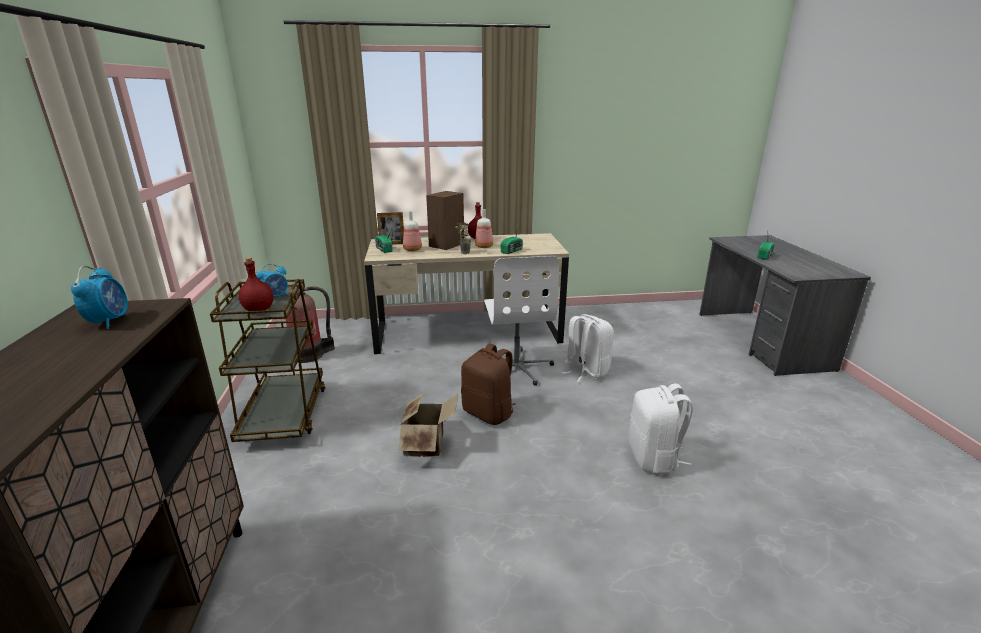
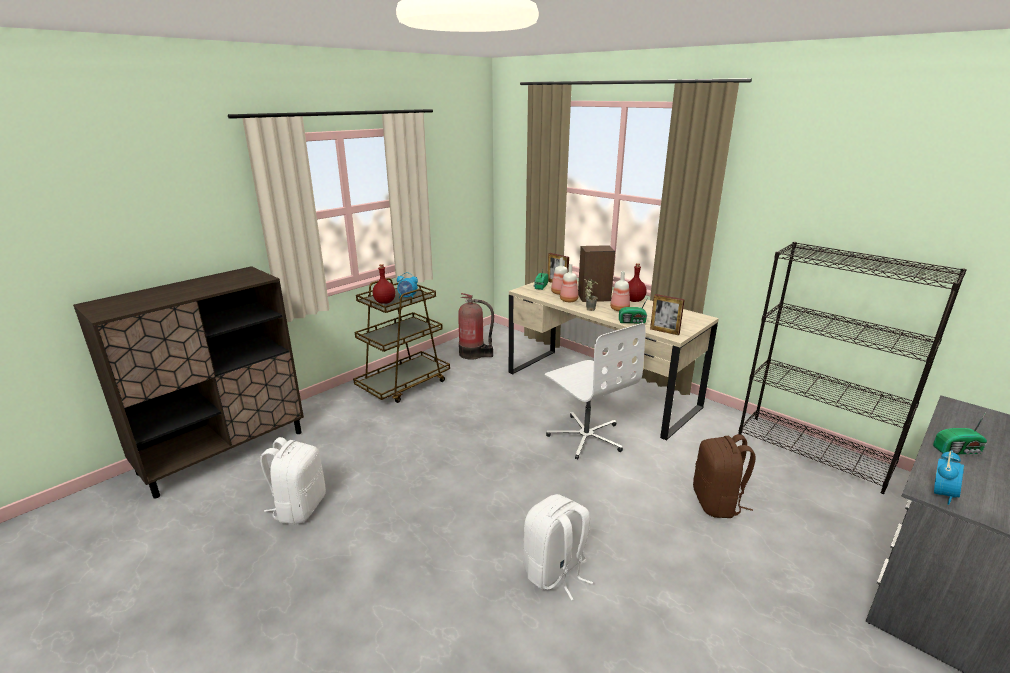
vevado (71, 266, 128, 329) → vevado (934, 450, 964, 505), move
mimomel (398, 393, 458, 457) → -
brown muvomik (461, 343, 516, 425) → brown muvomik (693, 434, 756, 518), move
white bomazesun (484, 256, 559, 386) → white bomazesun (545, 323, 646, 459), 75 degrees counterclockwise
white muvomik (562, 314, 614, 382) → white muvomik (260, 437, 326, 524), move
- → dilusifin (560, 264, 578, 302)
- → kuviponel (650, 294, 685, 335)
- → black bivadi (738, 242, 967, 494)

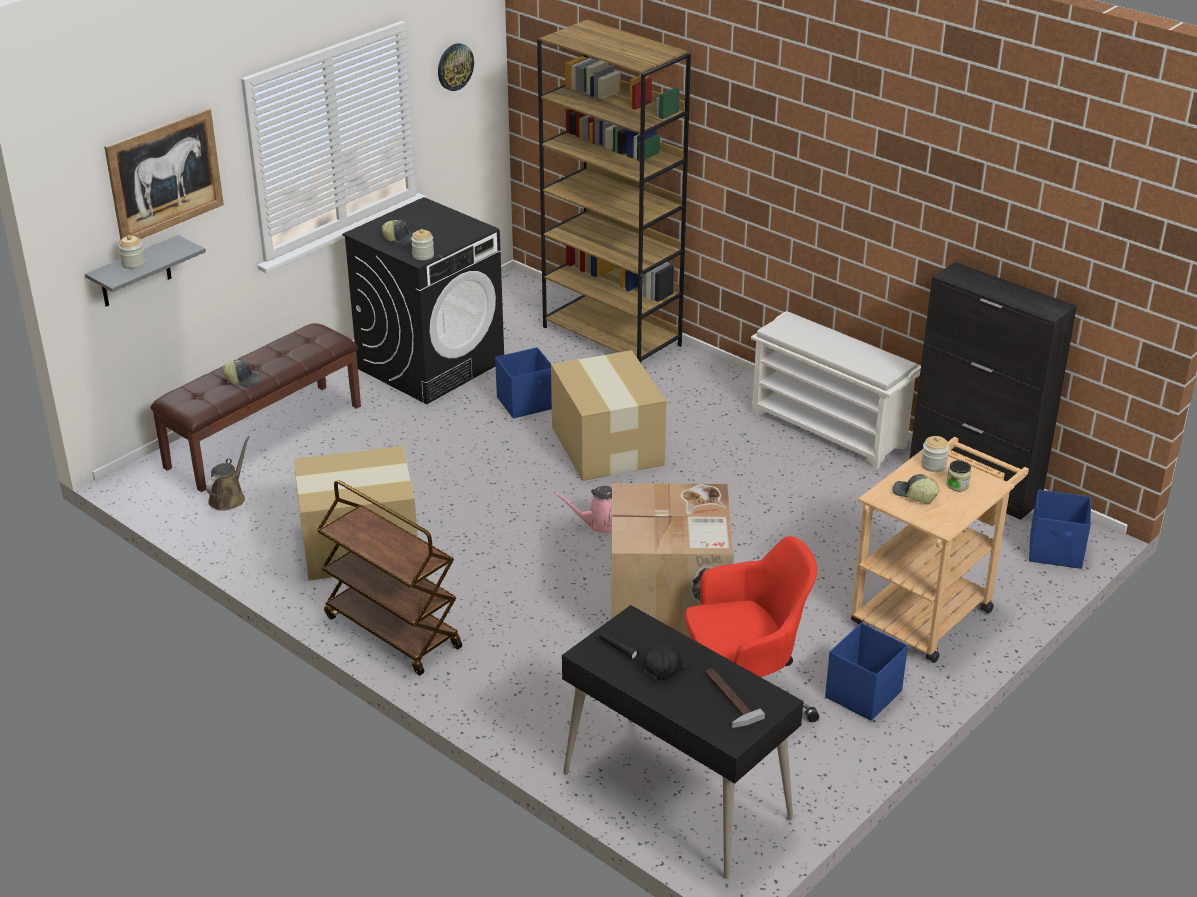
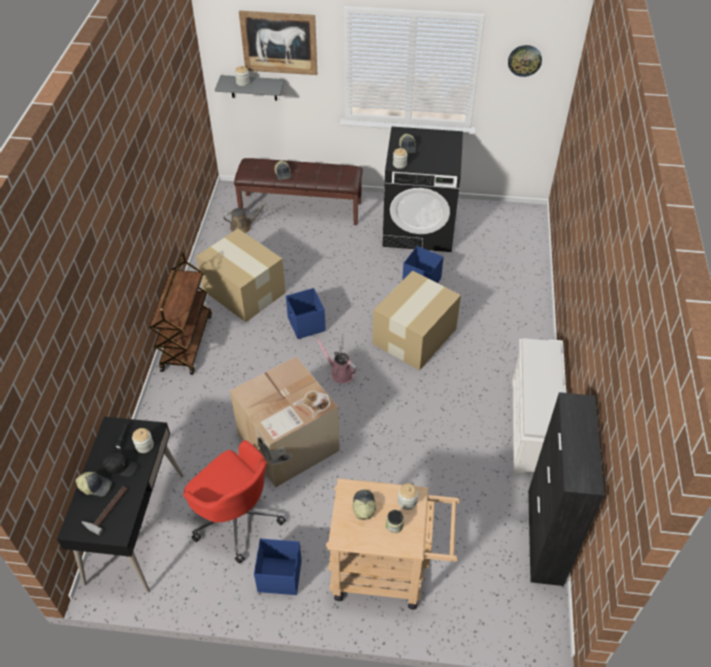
brown bivadi (537, 20, 691, 363) → -
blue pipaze (1029, 490, 1091, 569) → blue pipaze (286, 288, 326, 339), move
- → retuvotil (76, 472, 112, 497)
- → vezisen (132, 428, 154, 453)

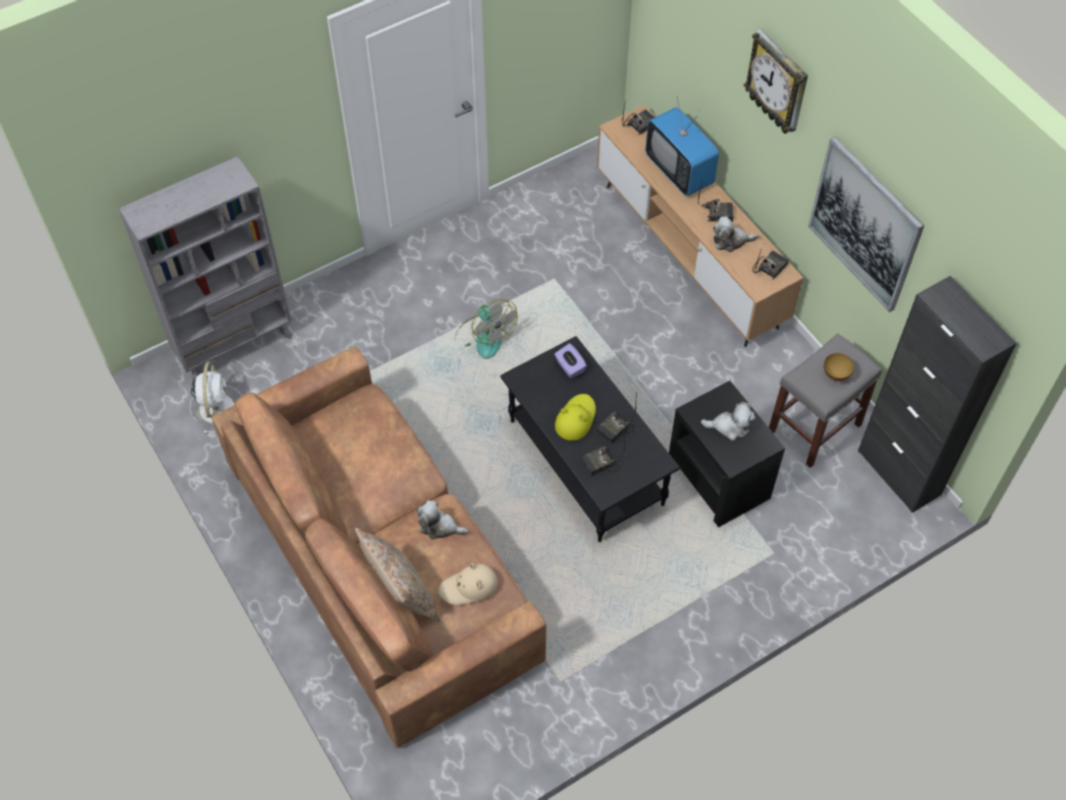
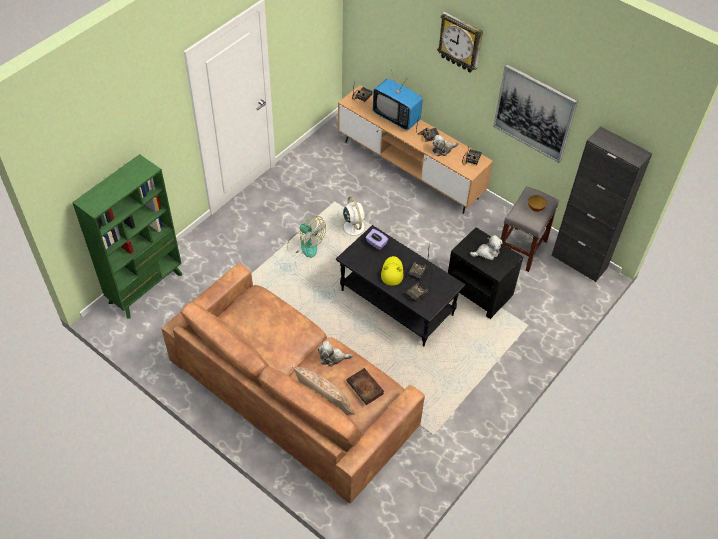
grey bivadi (118, 156, 293, 381) → green bivadi (72, 154, 182, 319)
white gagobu (190, 362, 242, 433) → white gagobu (338, 196, 370, 241), move
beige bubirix (439, 562, 498, 605) → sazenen (346, 368, 384, 405)

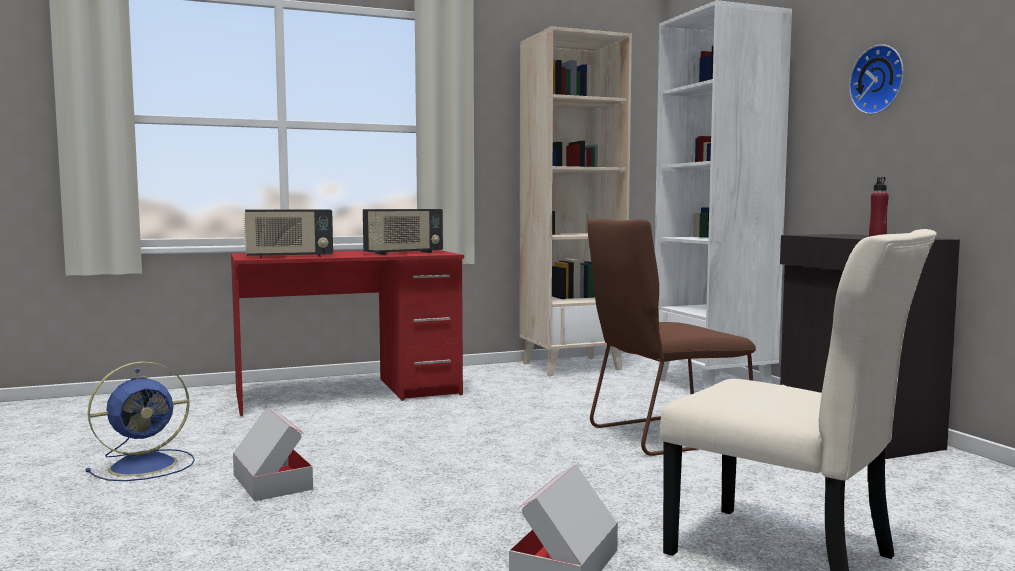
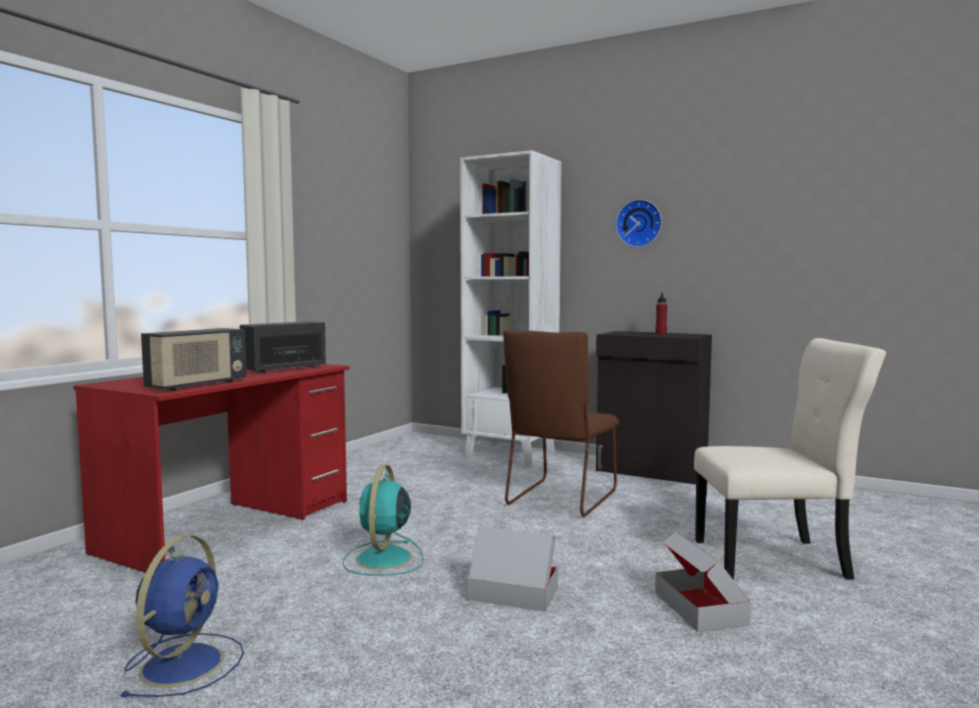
mimomel (233, 408, 313, 501) → mimomel (467, 527, 558, 612), move
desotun (363, 209, 443, 255) → desotun (240, 321, 326, 373), 150 degrees counterclockwise
beige bivadi (520, 26, 632, 376) → -
- → turquoise gagobu (343, 465, 424, 576)

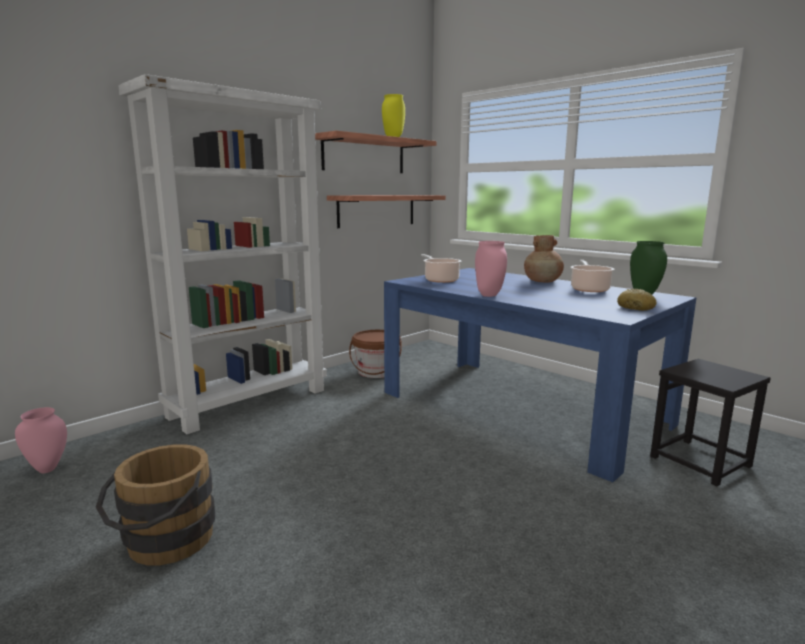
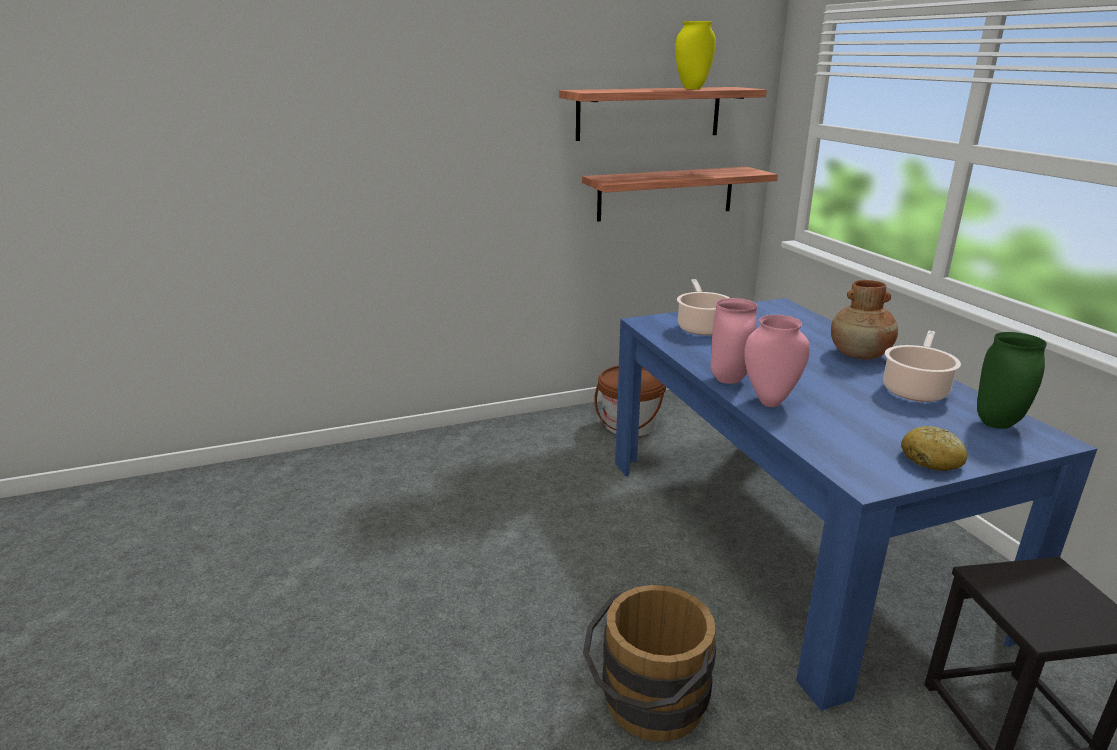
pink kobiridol (15, 407, 67, 473) → pink kobiridol (744, 315, 810, 407), move
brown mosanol (96, 444, 215, 566) → brown mosanol (583, 585, 716, 742), move
white bivadi (118, 74, 327, 434) → -

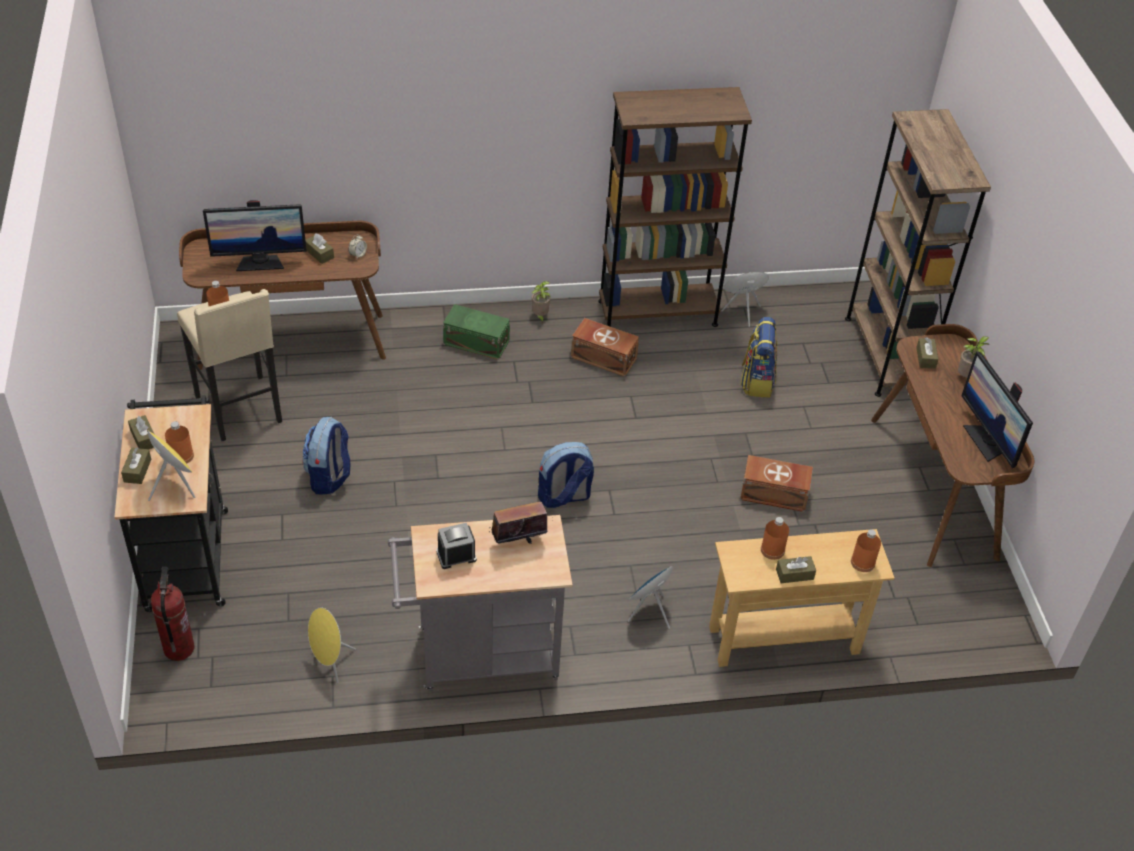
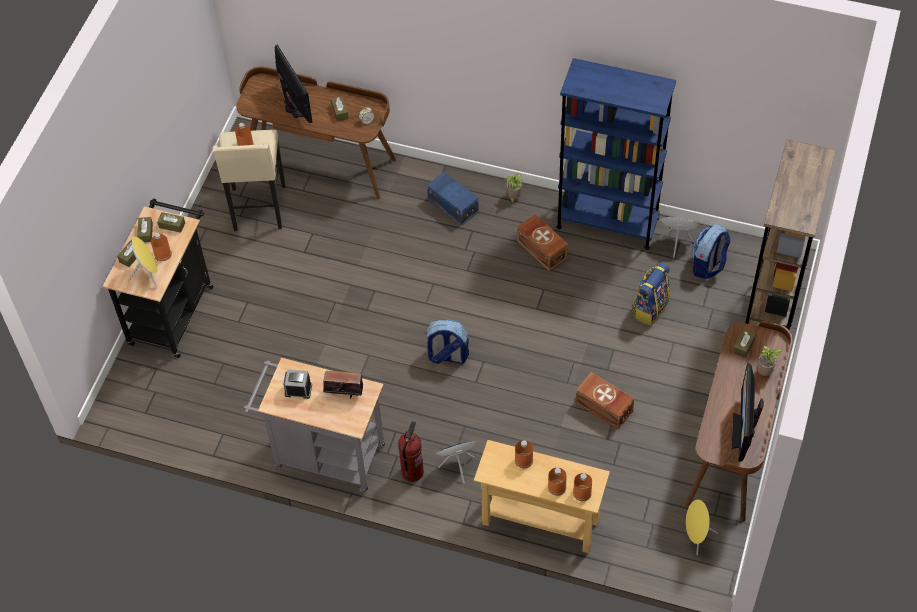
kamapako (151, 567, 195, 661) → kamapako (398, 421, 424, 482), move
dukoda (203, 200, 307, 271) → dukoda (275, 45, 313, 123), 135 degrees counterclockwise
muvomik (302, 417, 350, 494) → muvomik (692, 224, 731, 279), move
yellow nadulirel (308, 607, 356, 683) → yellow nadulirel (686, 500, 718, 555), move
green pipaze (443, 304, 510, 360) → blue pipaze (427, 172, 479, 226)
brown bivadi (598, 87, 752, 327) → blue bivadi (556, 58, 676, 250)
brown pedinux (776, 556, 816, 583) → brown pedinux (157, 212, 185, 233), move
- → orange dilusifin (548, 468, 567, 496)

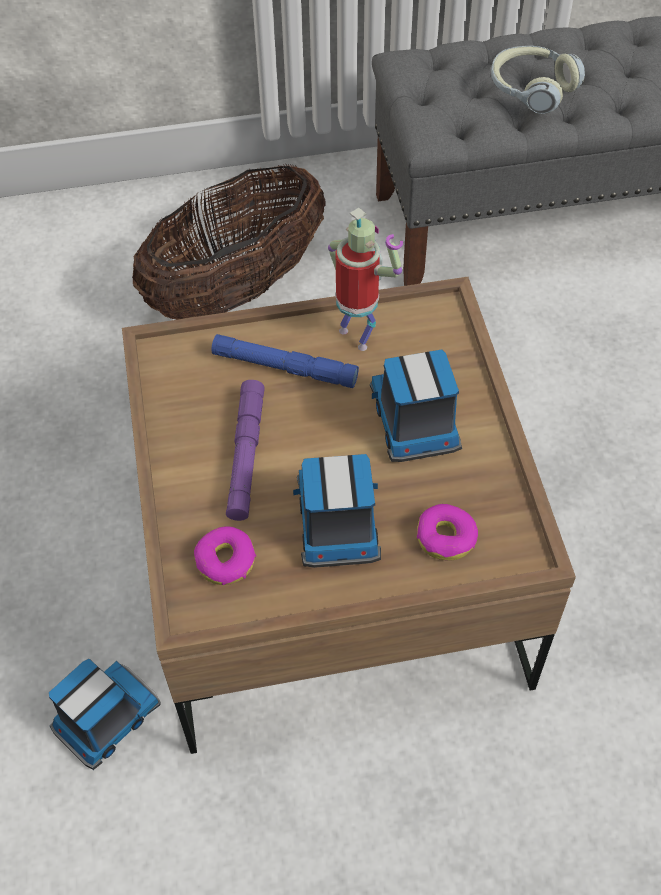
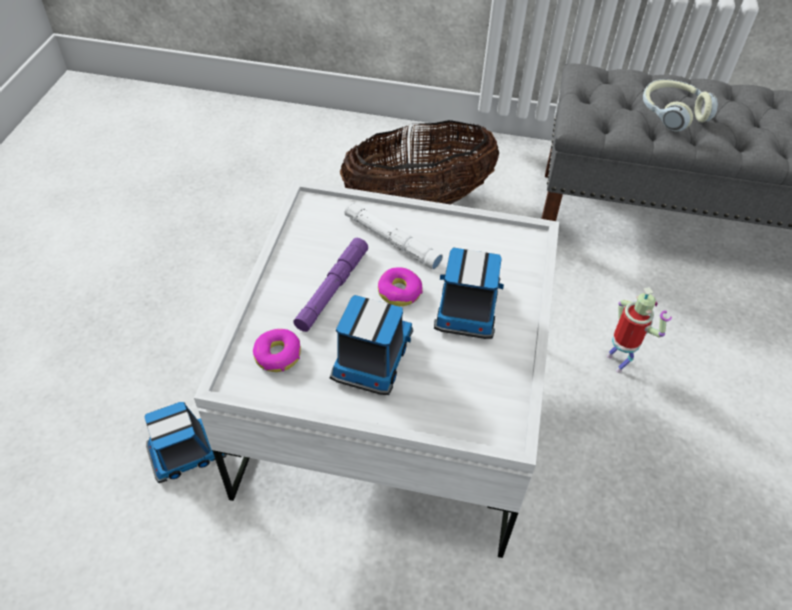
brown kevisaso (122, 277, 576, 754) → white kevisaso (194, 180, 559, 558)
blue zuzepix (211, 334, 359, 388) → white zuzepix (345, 202, 443, 270)
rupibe (328, 208, 403, 351) → rupibe (607, 287, 672, 373), move
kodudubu (417, 504, 478, 561) → kodudubu (378, 267, 423, 306), move

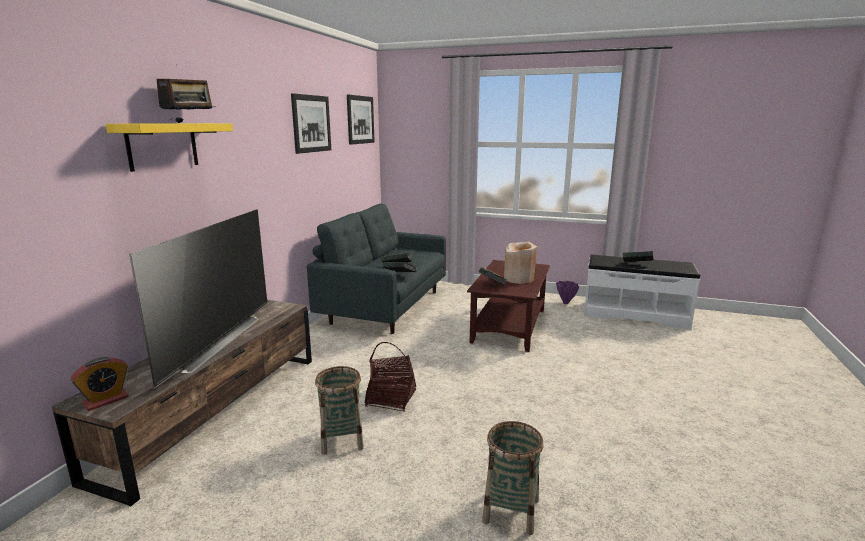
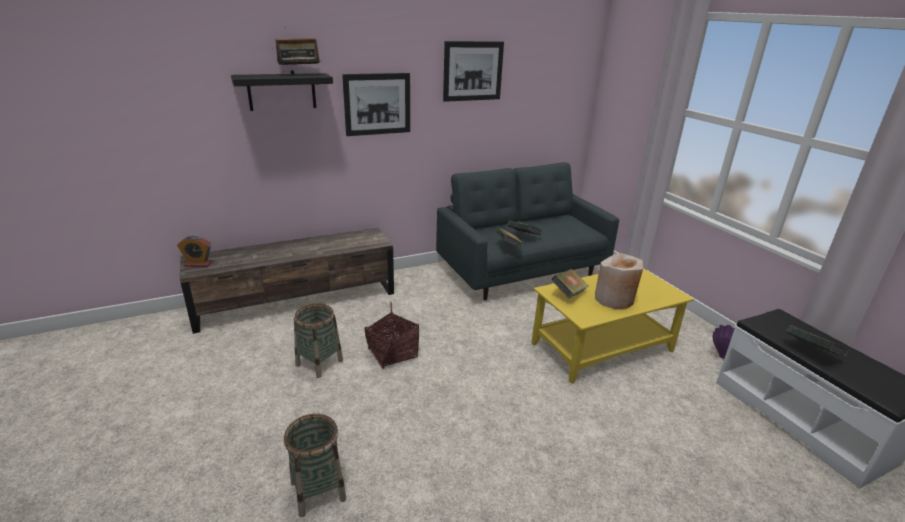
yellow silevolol (106, 123, 233, 172) → black silevolol (231, 73, 333, 111)
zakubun (129, 209, 267, 388) → -
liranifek (347, 95, 375, 145) → liranifek (342, 73, 410, 136), move
brown kevisaso (467, 260, 550, 352) → yellow kevisaso (531, 268, 694, 384)

